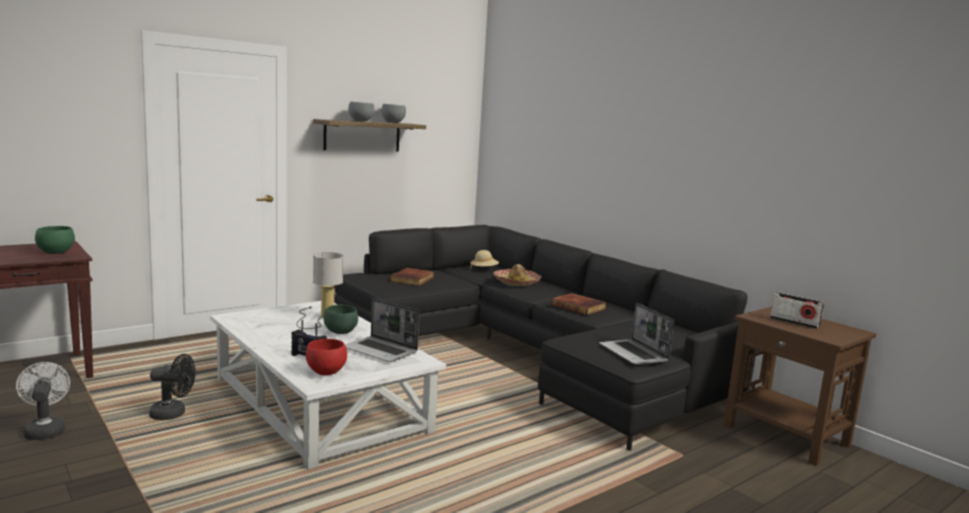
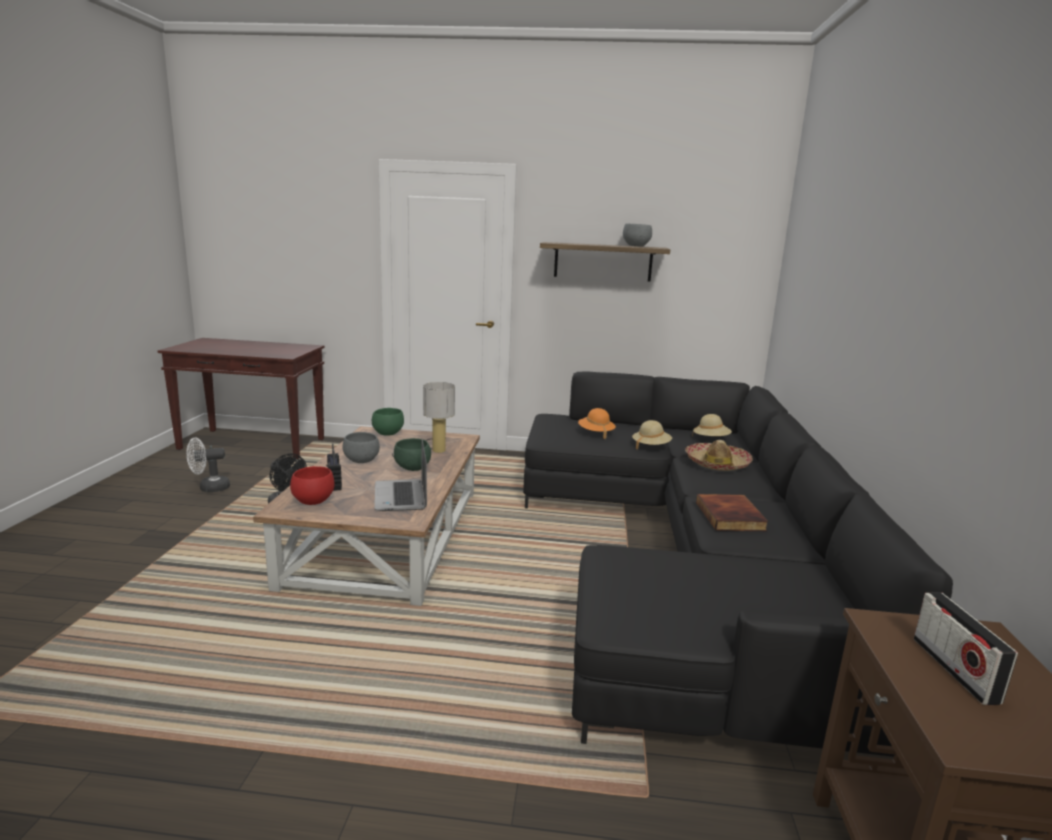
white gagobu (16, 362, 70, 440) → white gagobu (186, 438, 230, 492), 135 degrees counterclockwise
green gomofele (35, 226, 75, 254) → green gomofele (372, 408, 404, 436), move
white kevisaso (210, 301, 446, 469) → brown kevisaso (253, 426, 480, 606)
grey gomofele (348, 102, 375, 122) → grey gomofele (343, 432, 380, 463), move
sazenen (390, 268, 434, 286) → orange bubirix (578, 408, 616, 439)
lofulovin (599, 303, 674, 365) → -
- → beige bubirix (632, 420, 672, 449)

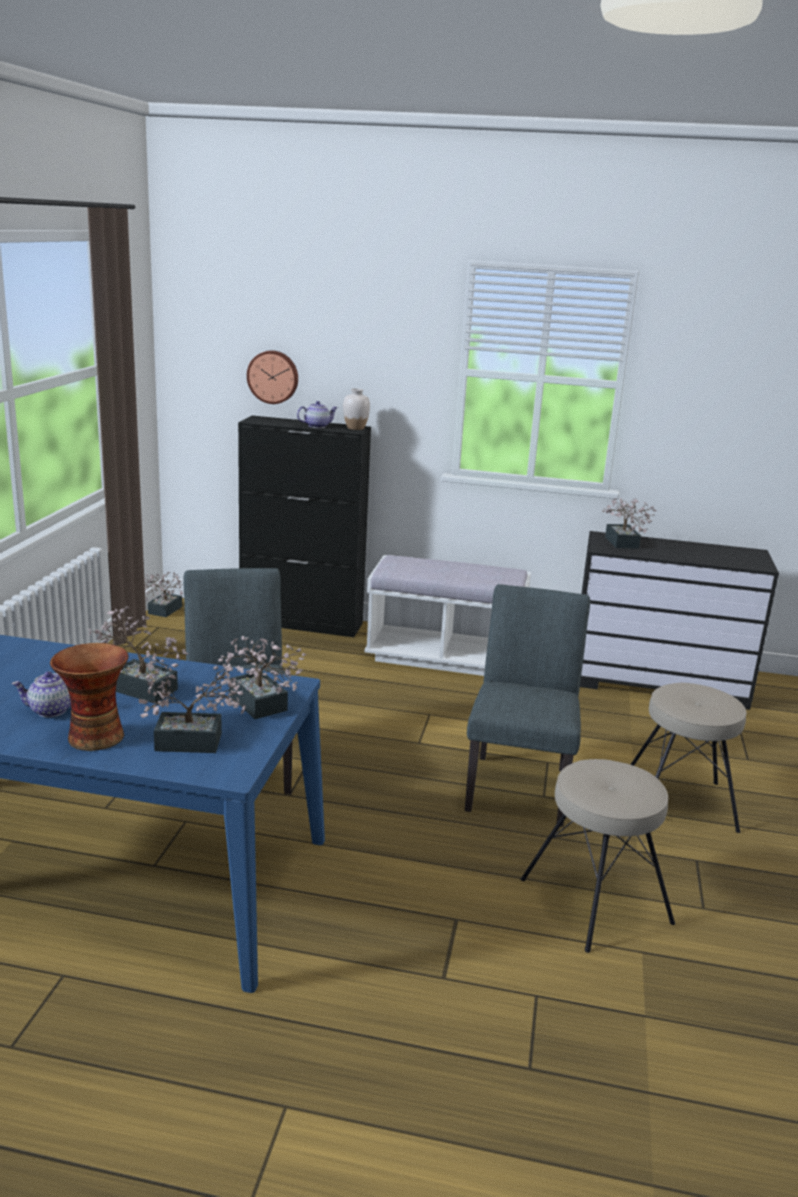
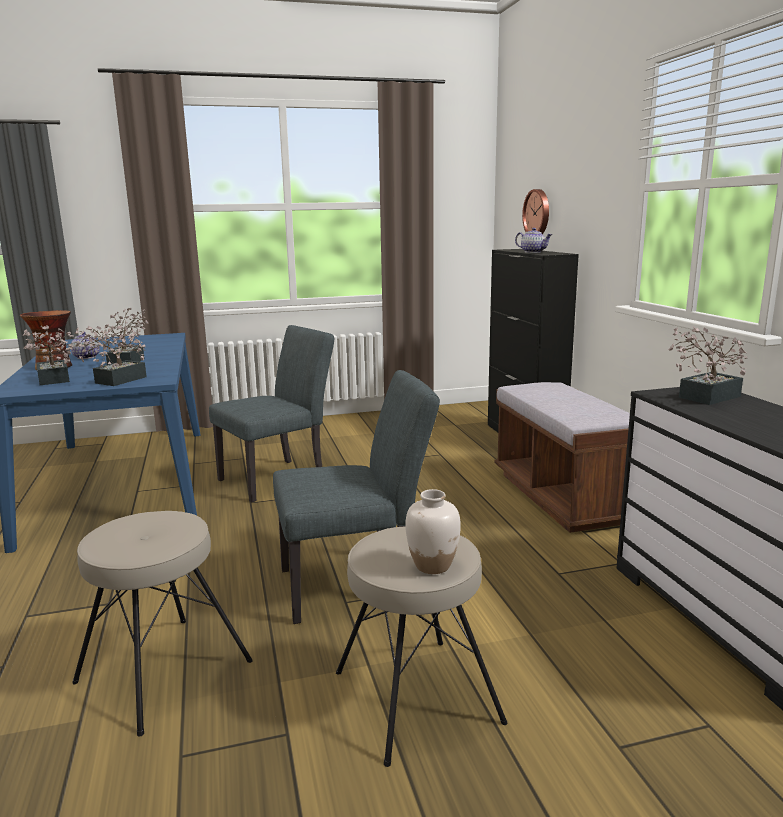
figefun (144, 572, 183, 617) → -
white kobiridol (343, 388, 370, 430) → white kobiridol (405, 489, 461, 574), move
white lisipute (364, 555, 531, 676) → brown lisipute (494, 382, 630, 533)

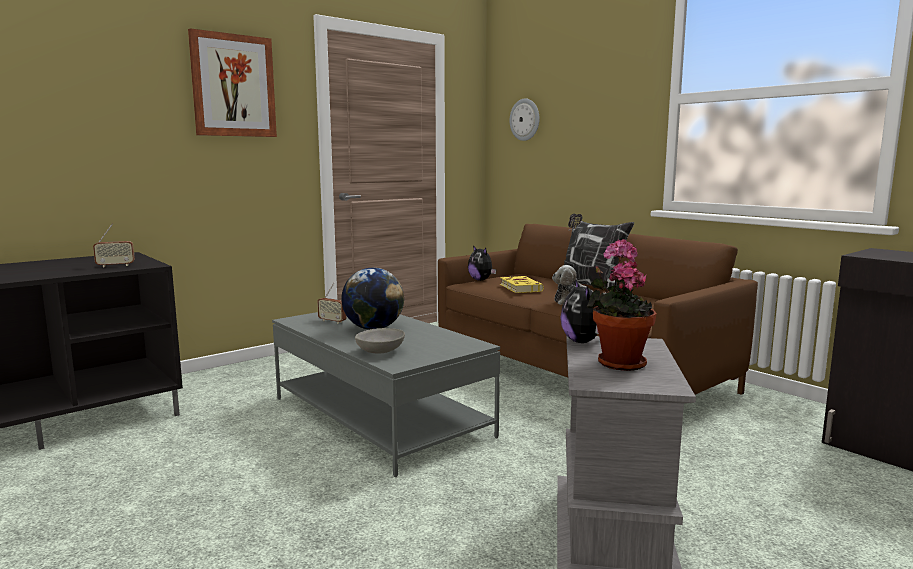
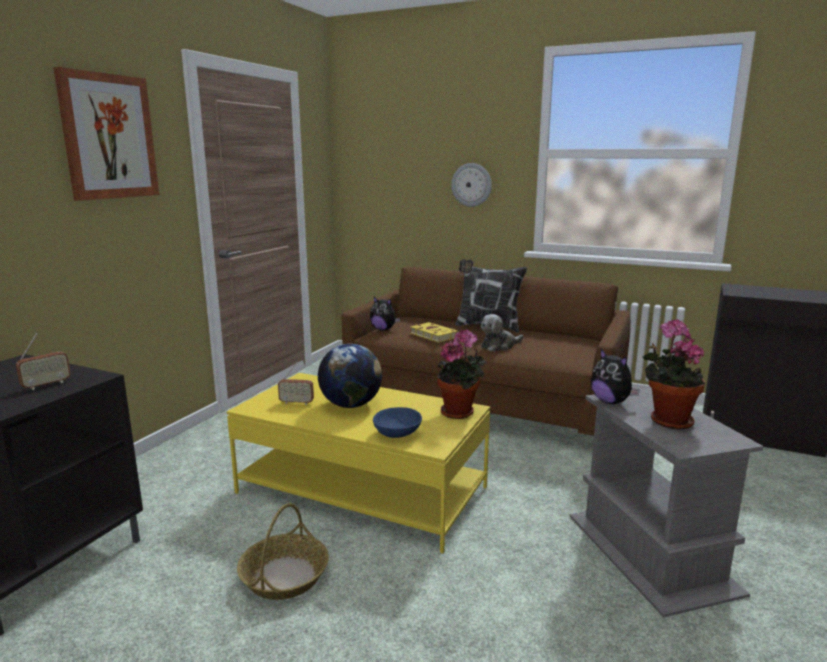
grey kevisaso (272, 312, 500, 477) → yellow kevisaso (227, 373, 490, 554)
grey gomofele (355, 328, 405, 353) → blue gomofele (373, 407, 422, 438)
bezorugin (510, 98, 540, 141) → bezorugin (451, 163, 492, 207), move
- → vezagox (237, 503, 329, 600)
- → figefun (437, 329, 486, 419)

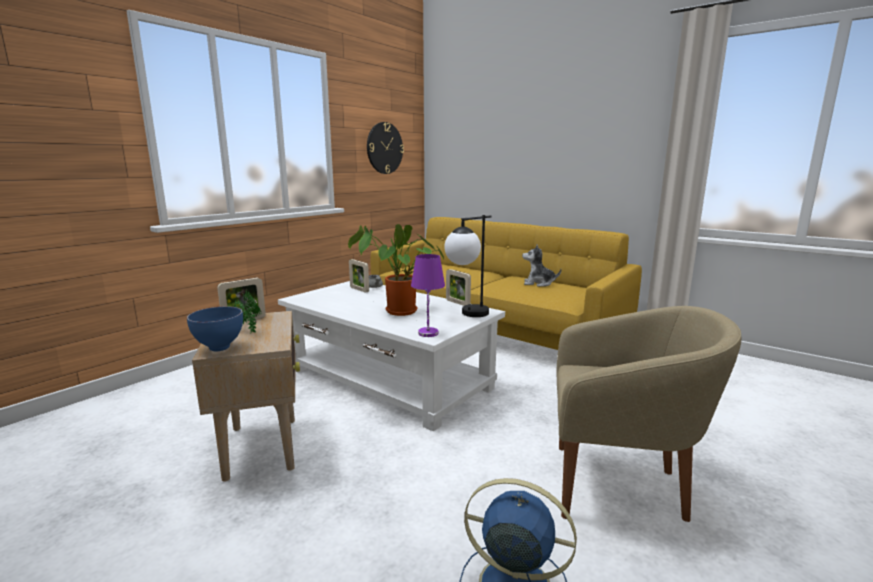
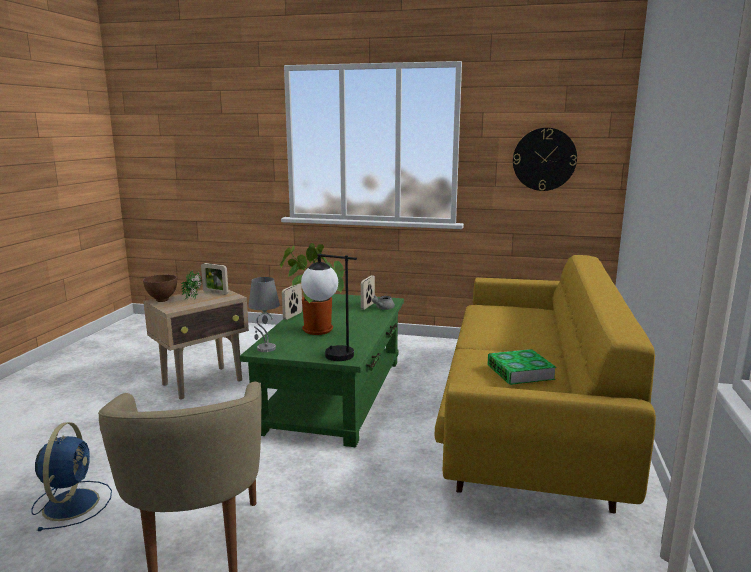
blue gomofele (187, 306, 243, 351) → brown gomofele (143, 275, 177, 302)
white kevisaso (278, 281, 505, 431) → green kevisaso (240, 294, 404, 447)
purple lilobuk (411, 254, 445, 337) → grey lilobuk (248, 277, 280, 352)
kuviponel (446, 269, 471, 306) → kuviponel (282, 284, 302, 320), move
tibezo (522, 245, 561, 287) → sazenen (487, 349, 556, 385)

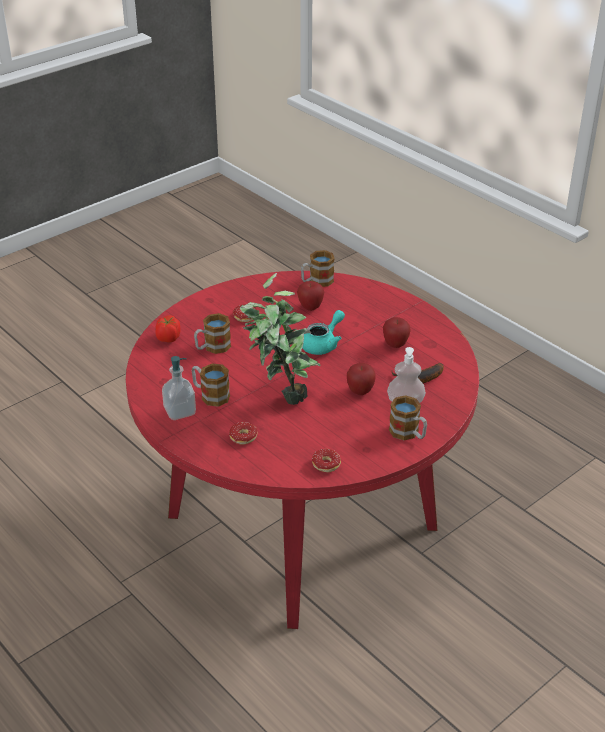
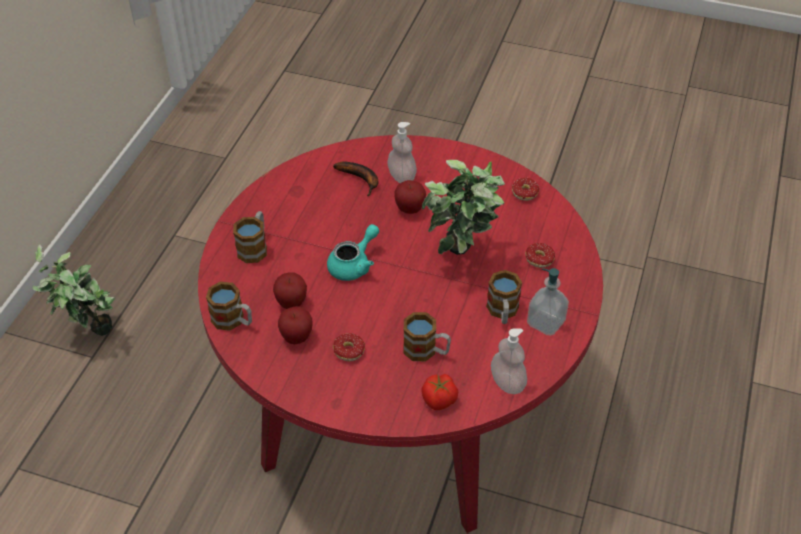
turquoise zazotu (302, 310, 345, 355) → turquoise zazotu (327, 224, 379, 281), 120 degrees clockwise
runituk (383, 317, 411, 348) → runituk (278, 306, 313, 344), move
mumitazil (389, 395, 427, 440) → mumitazil (233, 211, 267, 263), move
- → figefun (32, 245, 115, 336)
- → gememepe (491, 328, 527, 394)

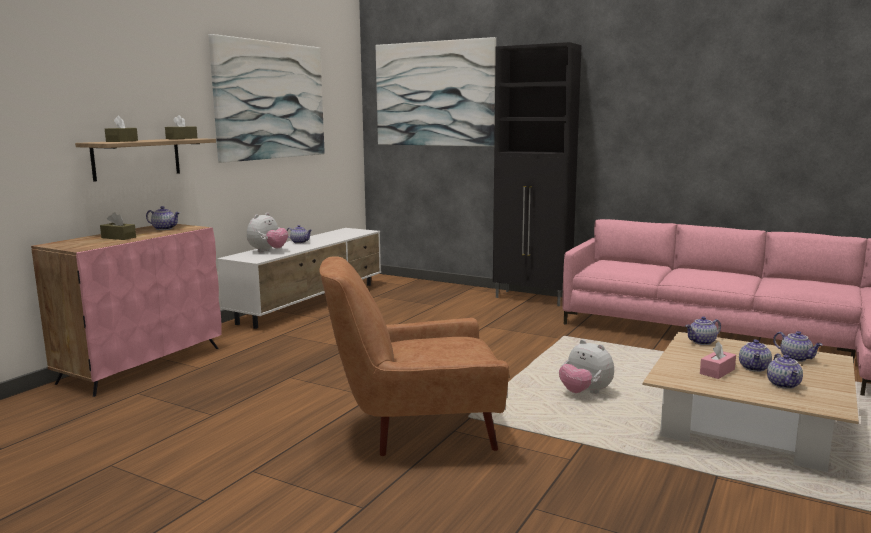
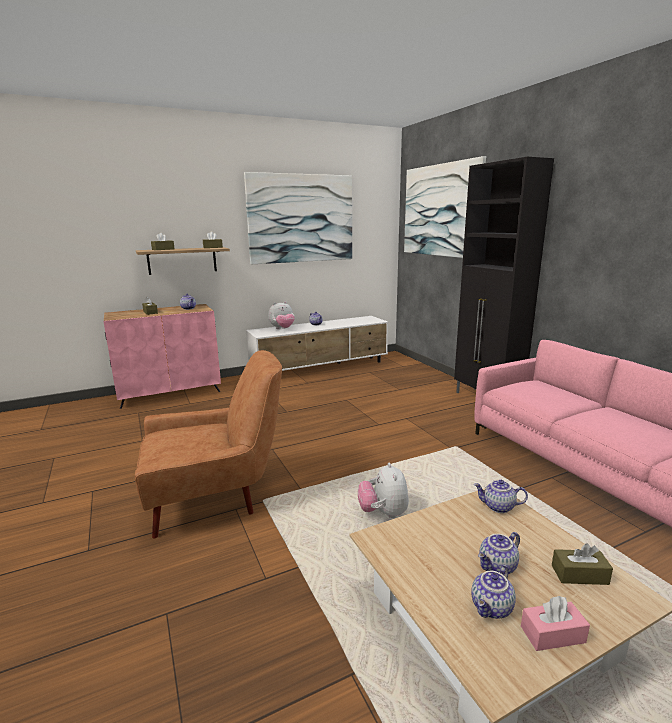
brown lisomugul (319, 256, 509, 456) → brown lisomugul (135, 350, 282, 539), 135 degrees clockwise
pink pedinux (700, 341, 736, 379) → pink pedinux (521, 596, 590, 651), move
zazotu (773, 331, 822, 362) → brown pedinux (552, 543, 613, 585)

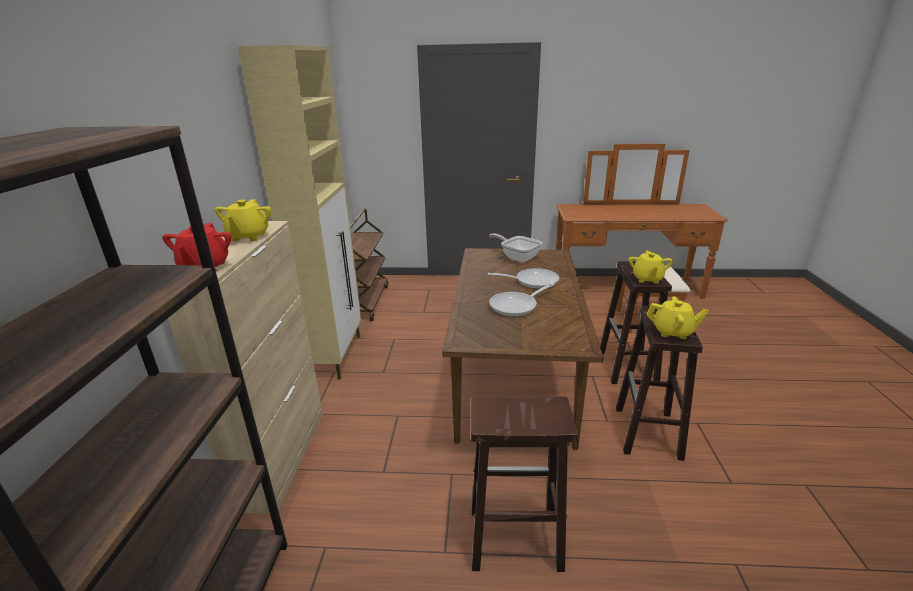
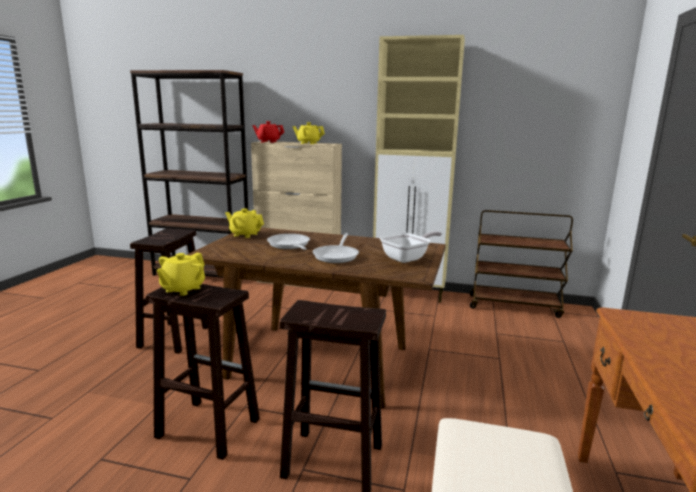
yellow zazotu (629, 250, 673, 284) → yellow zazotu (225, 208, 264, 238), move

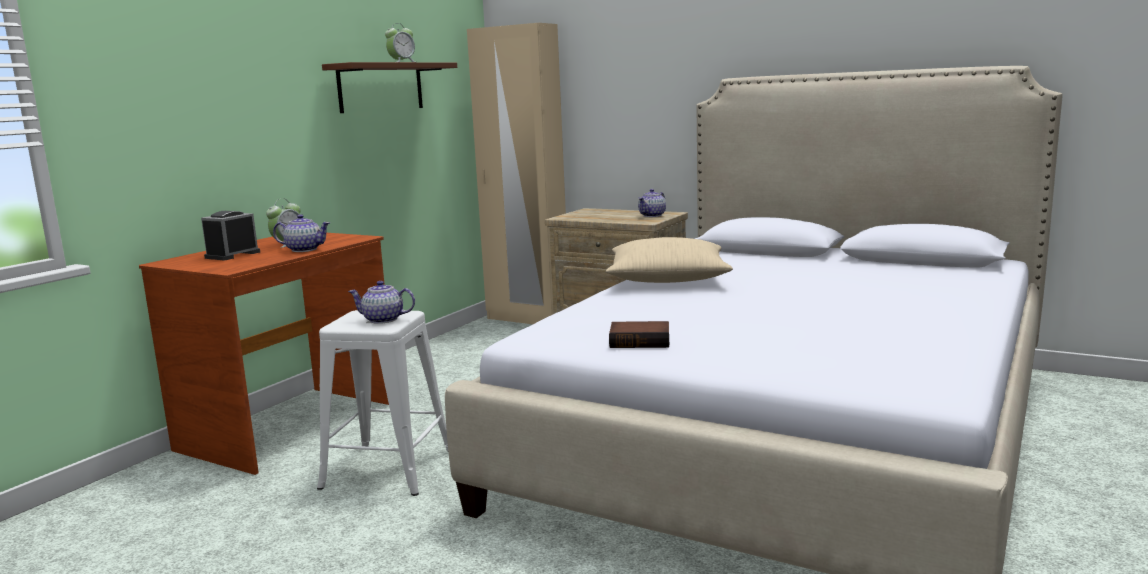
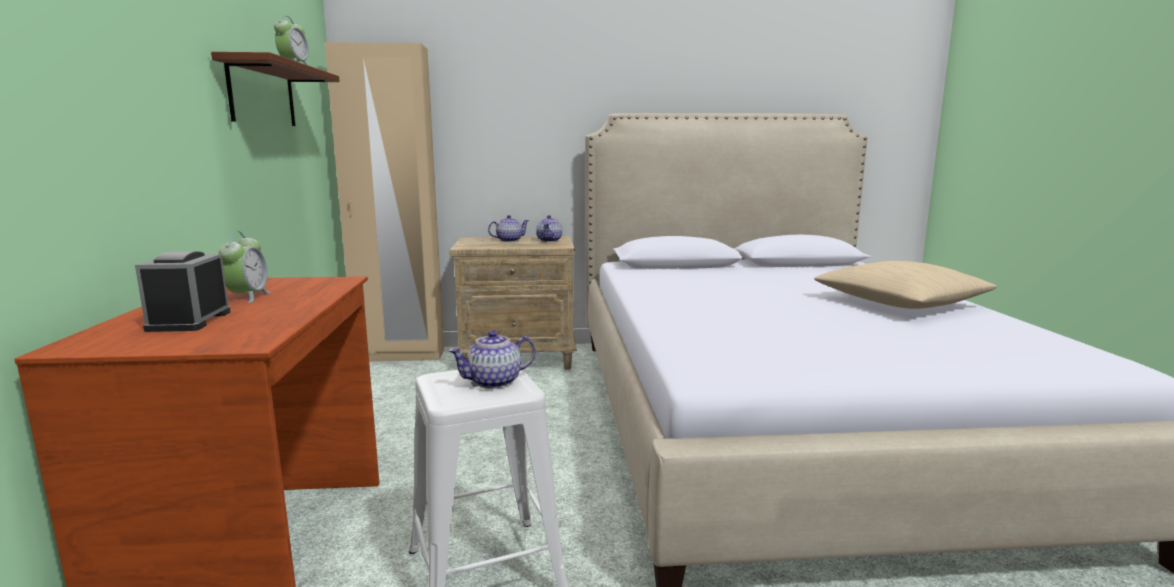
zazotu (273, 214, 330, 252) → zazotu (488, 215, 529, 242), move
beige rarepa (606, 237, 733, 283) → beige rarepa (814, 261, 997, 309), move
sazenen (609, 321, 669, 348) → -

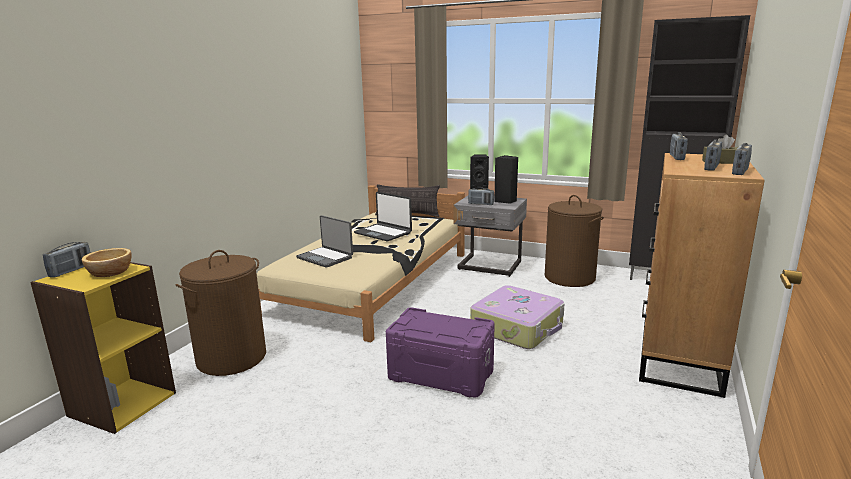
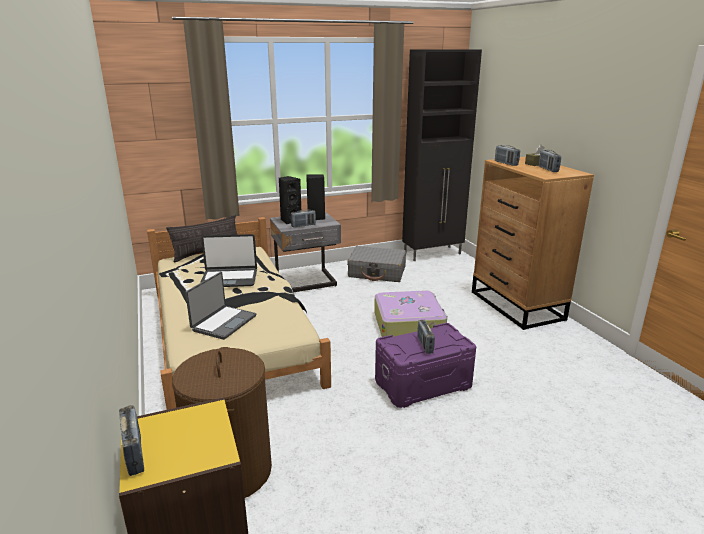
gomofele (82, 248, 132, 277) → -
lofulovin (296, 215, 353, 268) → lofulovin (185, 272, 256, 340), 60 degrees counterclockwise
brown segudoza (545, 195, 604, 287) → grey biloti (347, 246, 406, 282)
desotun (732, 143, 752, 175) → desotun (418, 320, 435, 354), move

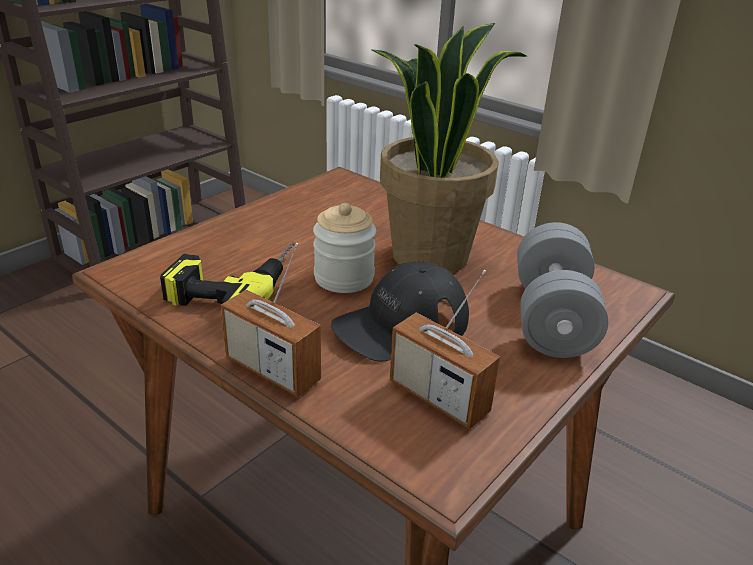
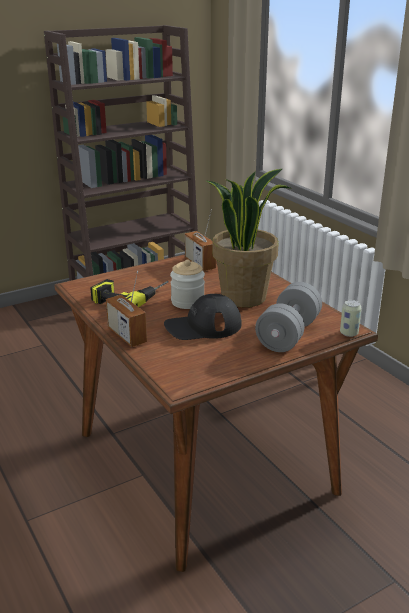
desotun (390, 270, 500, 429) → desotun (185, 209, 216, 271), move
- → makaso (340, 300, 362, 337)

